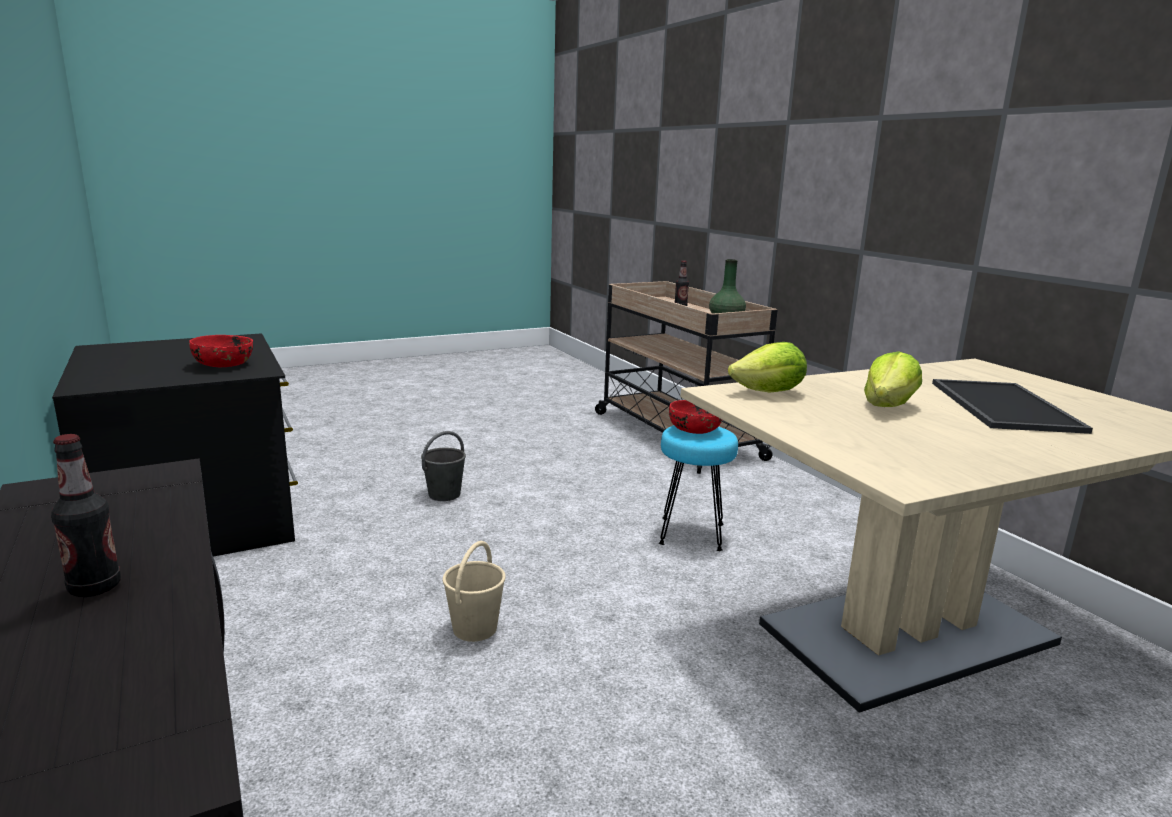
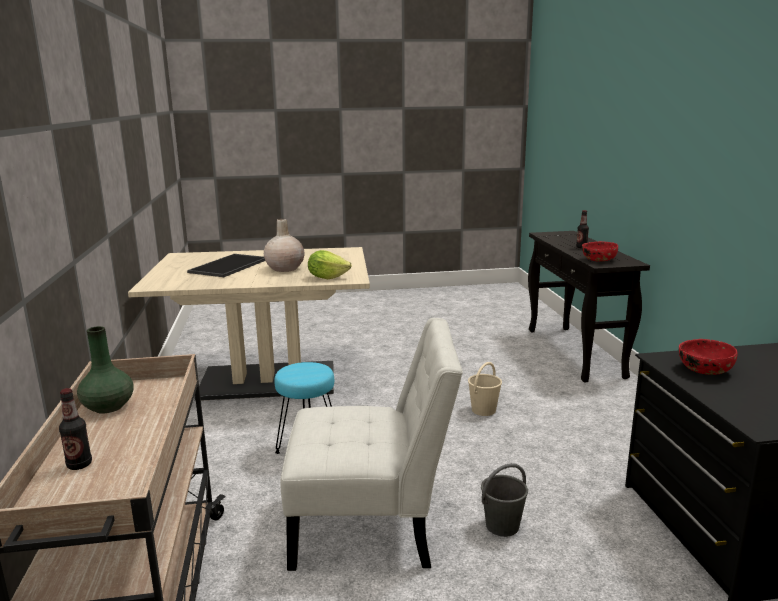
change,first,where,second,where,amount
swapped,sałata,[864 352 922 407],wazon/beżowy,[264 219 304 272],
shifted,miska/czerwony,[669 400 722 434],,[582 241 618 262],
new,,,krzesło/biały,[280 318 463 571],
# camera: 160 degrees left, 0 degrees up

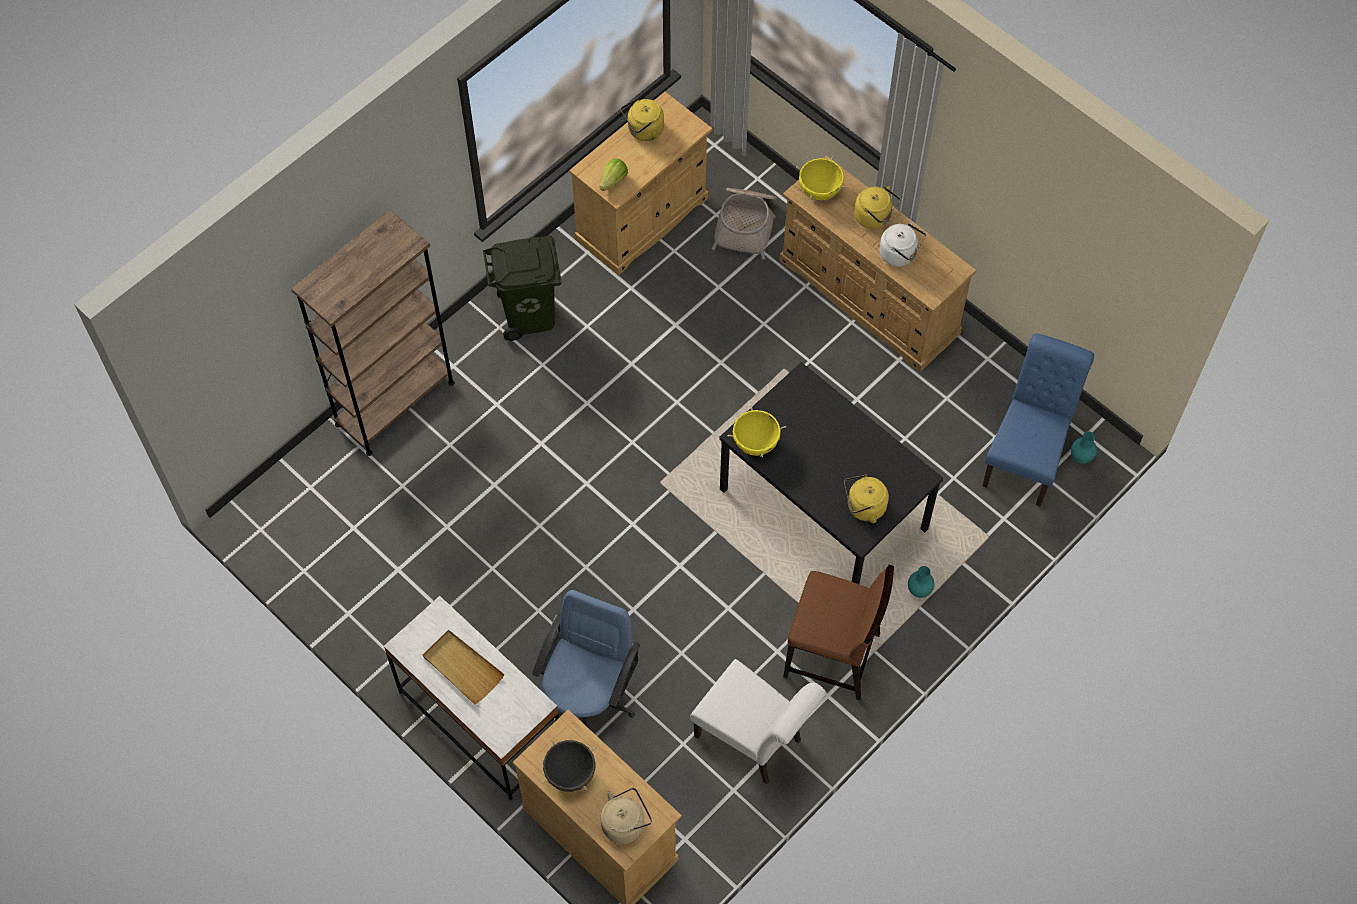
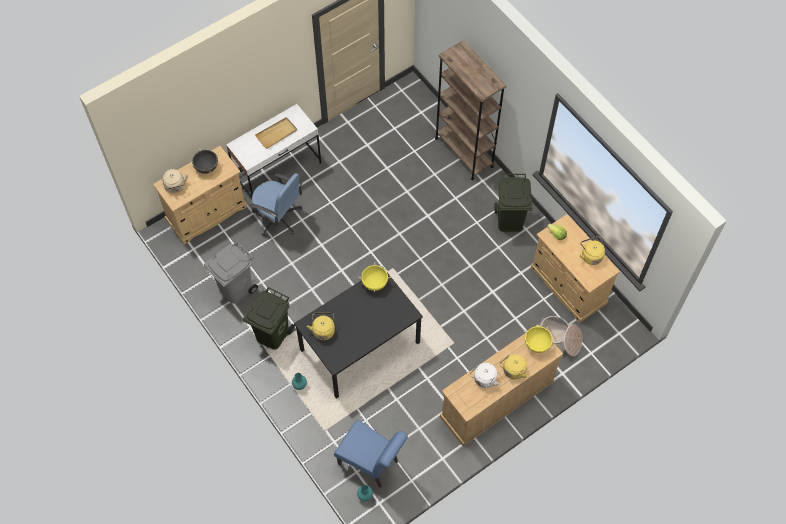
change,first,where,second,where,amount
swapped,krzesło/brązowy,[783 565 894 700],kosz na śmieci/zielony,[243 287 295 350],
swapped,krzesło/biały,[690 659 826 784],kosz na śmieci/szary,[204 242 258 304],
# camera: 100 degrees right, 0 degrees up

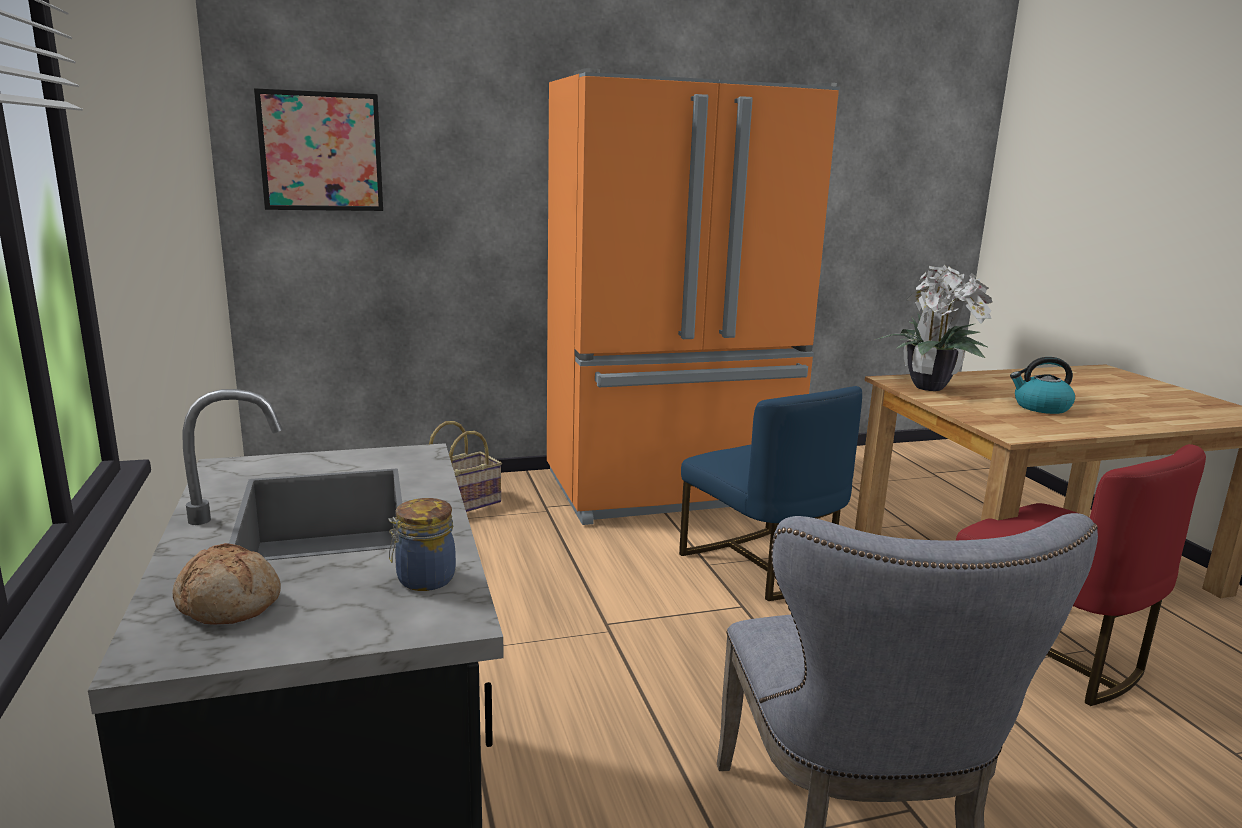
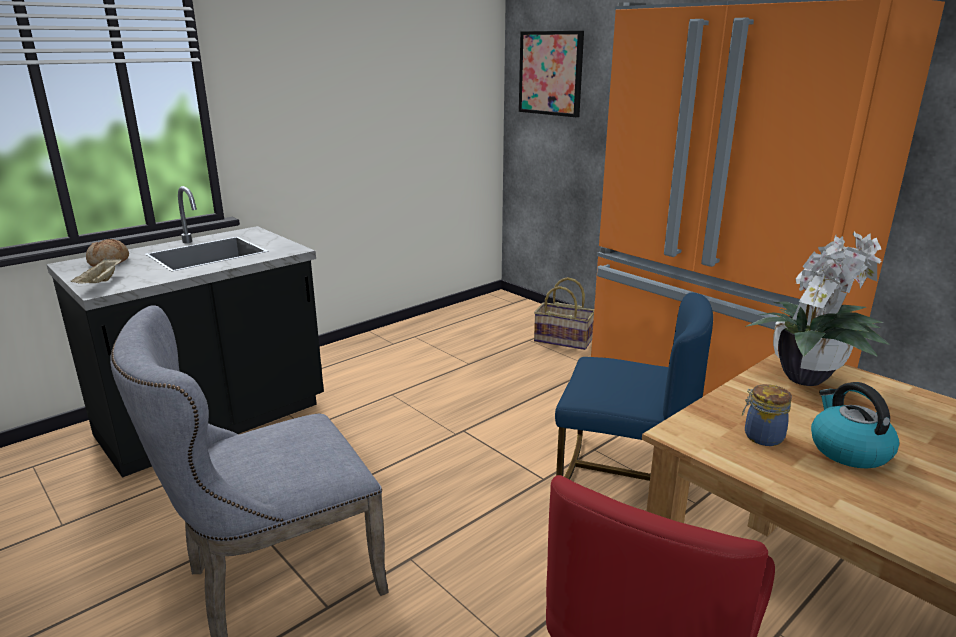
change,first,where,second,where,amount
rotated,krzesło/niebieski,[679 386 862 601],,[555 293 713 481],105 degrees counterclockwise
shifted,słoik,[388 498 456 591],,[742 384 792 446],
new,,,taca/beżowy,[71 258 122 284],
# camera: 65 degrees right, 5 degrees up

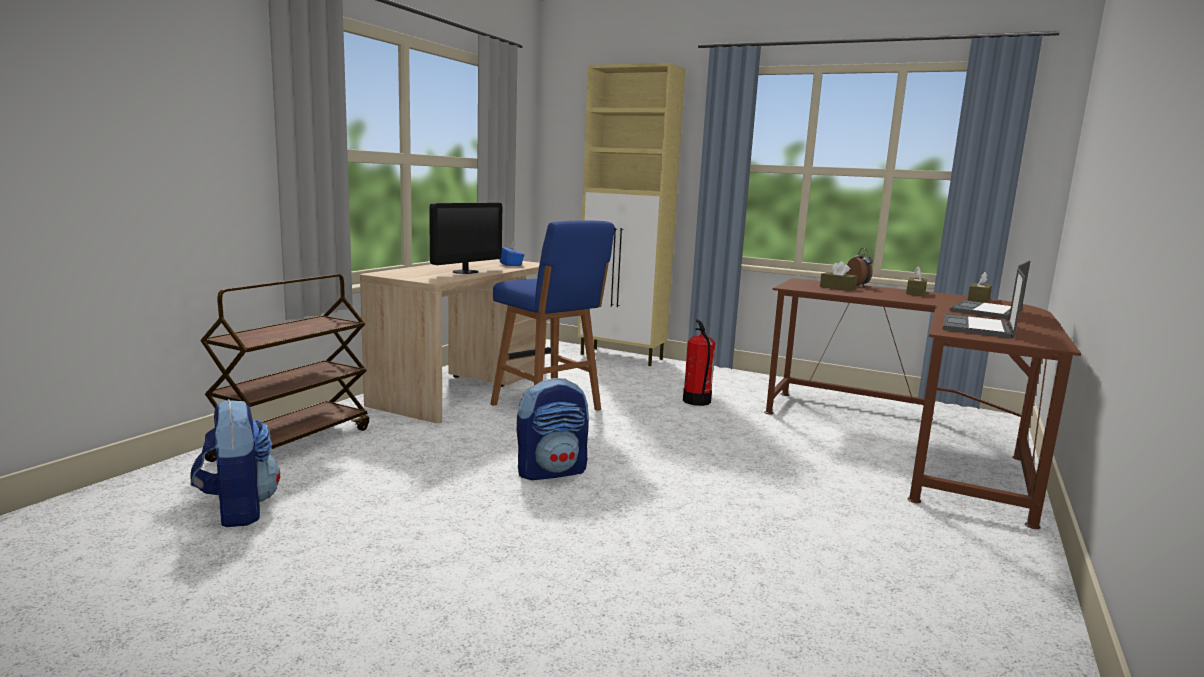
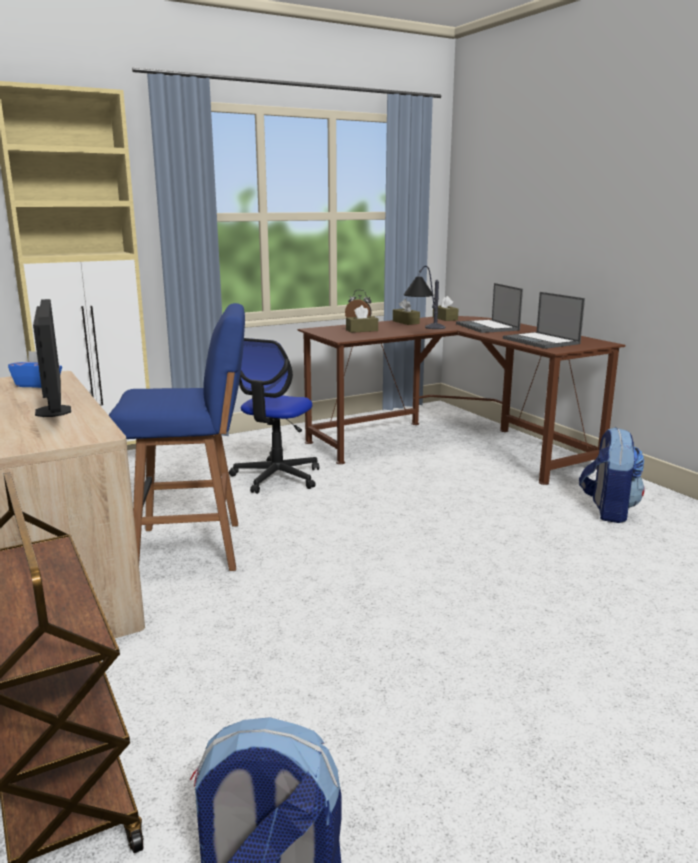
change,first,where,second,where,amount
swapped,gaśnica,[683 319 715 406],krzesło biurowe,[229 338 319 494],
shifted,plecak,[517 378 589 480],,[579 427 644 523],
new,,,lampa stołowa,[404 266 445 329],
# camera: 55 degrees left, 5 degrees up

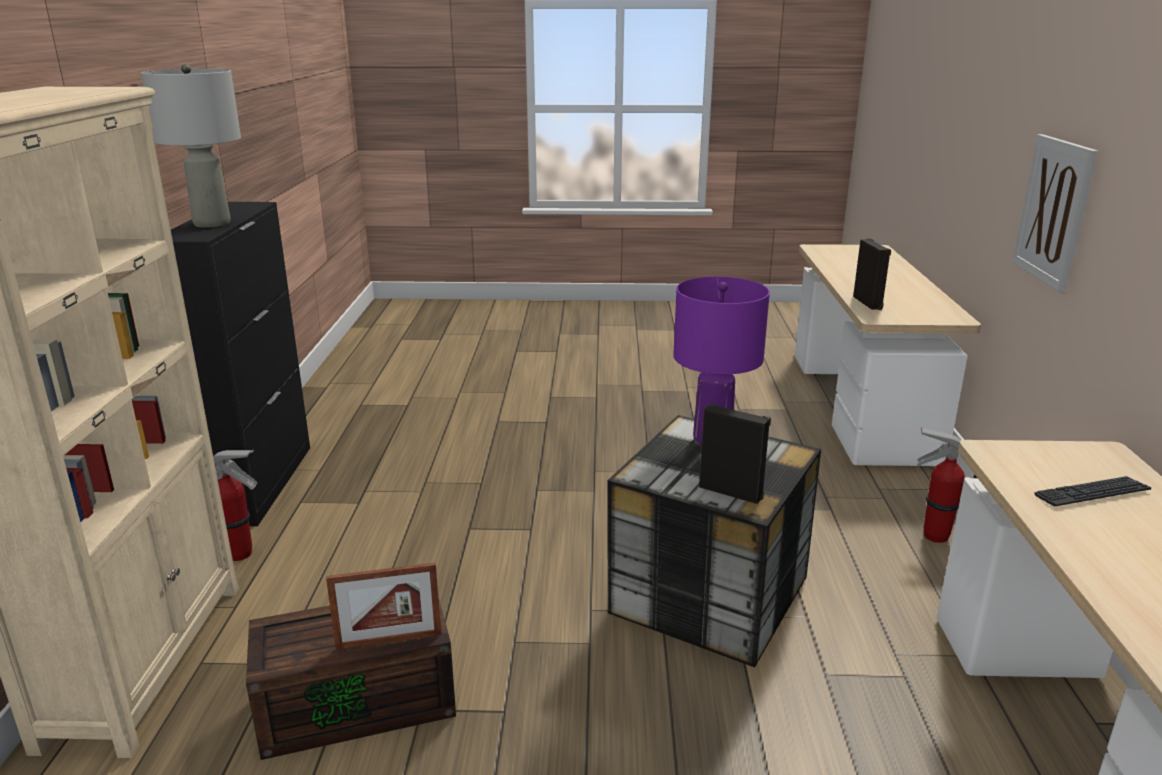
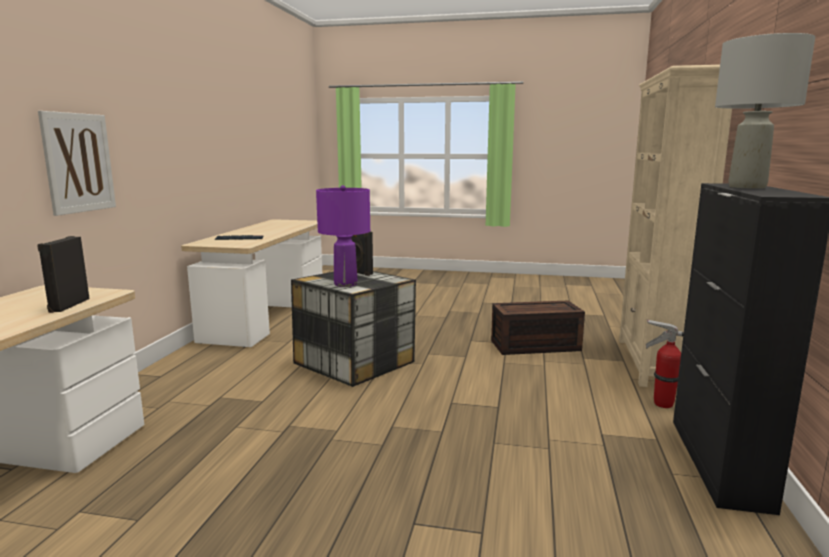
change,first,where,second,where,amount
gone,gaśnica,[917 427 977 543],,,
gone,ramka na zdjęcie,[326 563 441 650],,,
# camera: 170 degrees left, 10 degrees down

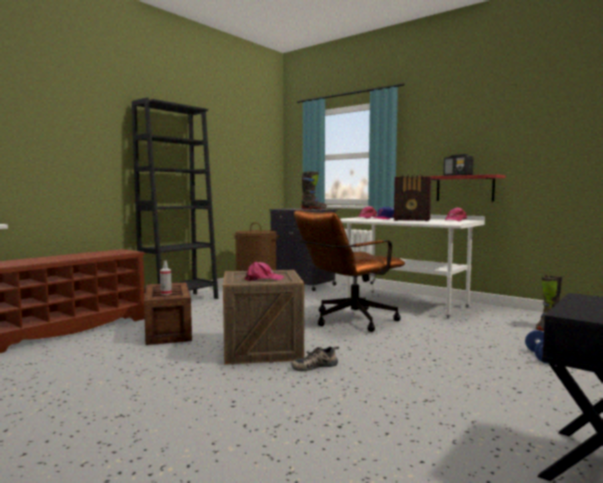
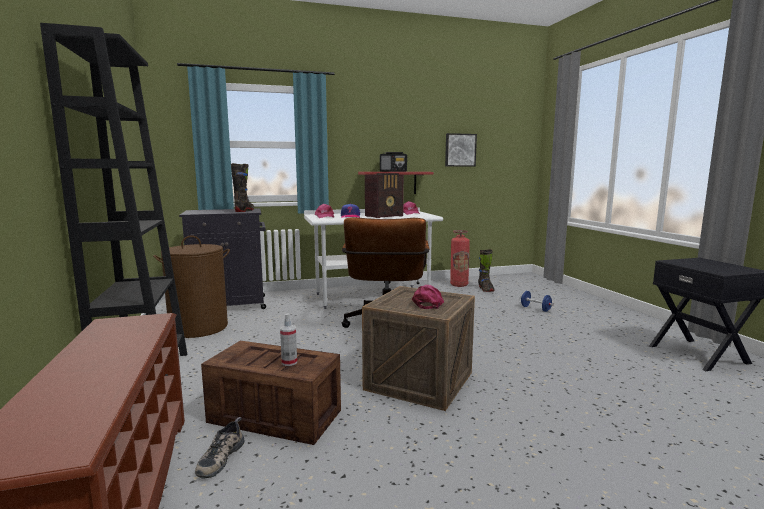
change,first,where,second,where,amount
shifted,but,[291 346 339 371],,[195 417 245 479],
new,,,obraz,[445 133 477 166],
new,,,gaśnica,[450 230 470 287],
# camera: 55 degrees left, 5 degrees up

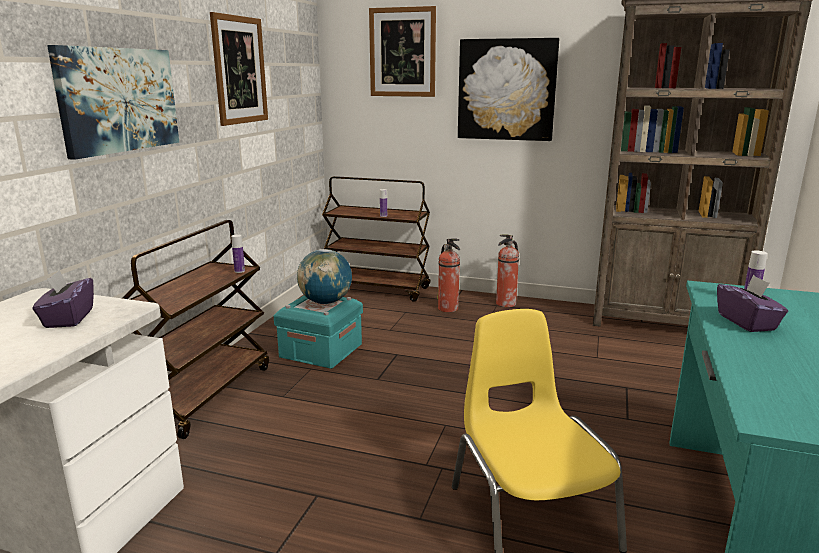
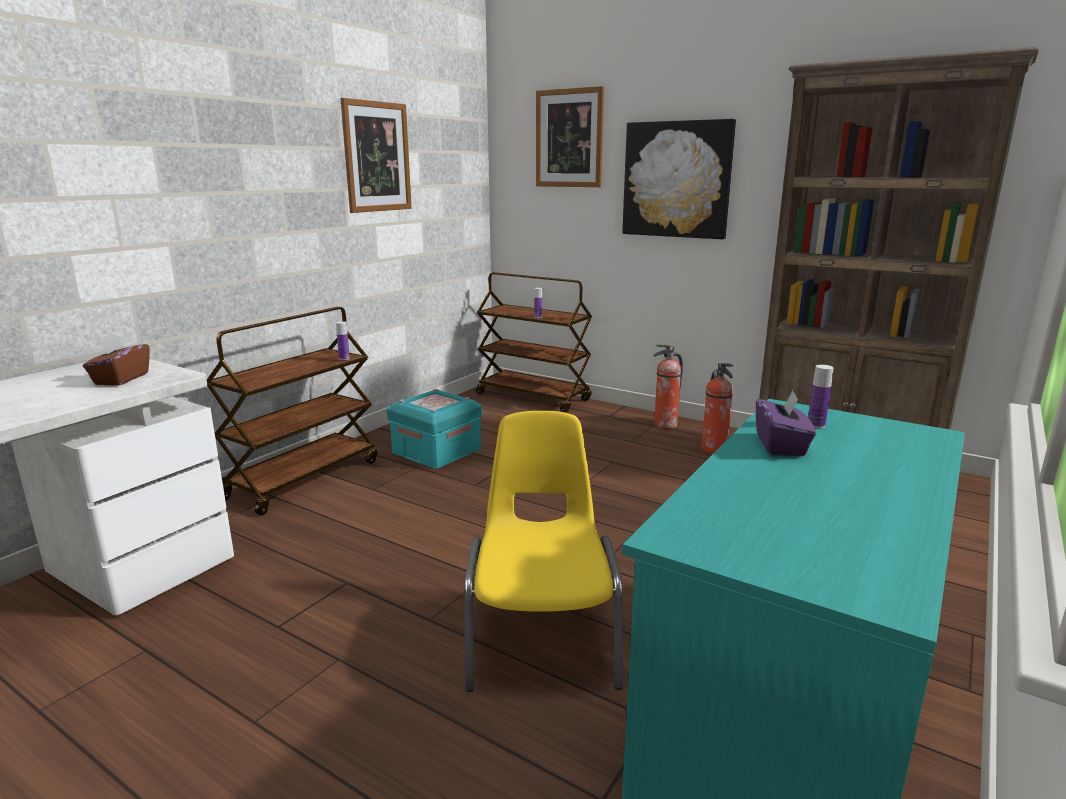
change,first,where,second,where,amount
gone,obraz,[47 45 179 160],,,
shifted,gaśnica,[437 238 460 312],,[702 363 733 453],
gone,globus,[297 249 352 304],,,
repainted,pudełko chusteczek/fioletowy,[32 270 94 328],pudełko chusteczek/brązowy,[83 334 149 386],
# camera: 15 degrees right, 0 degrees up

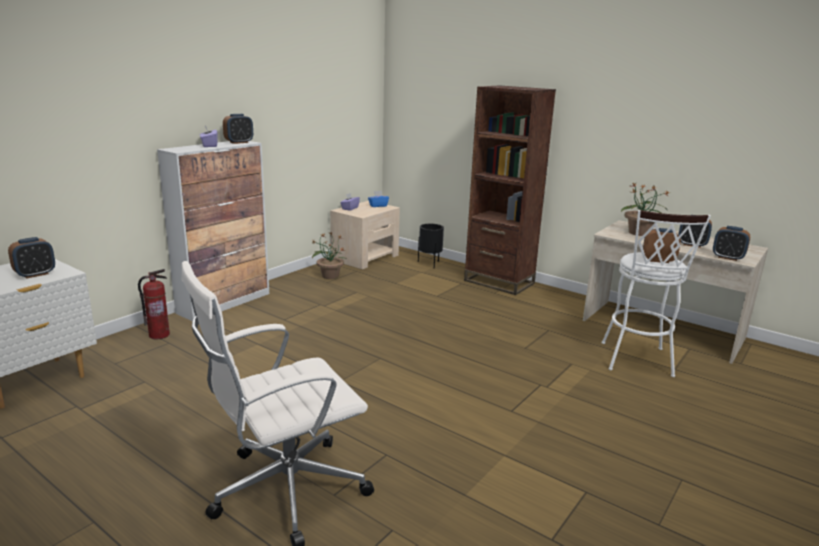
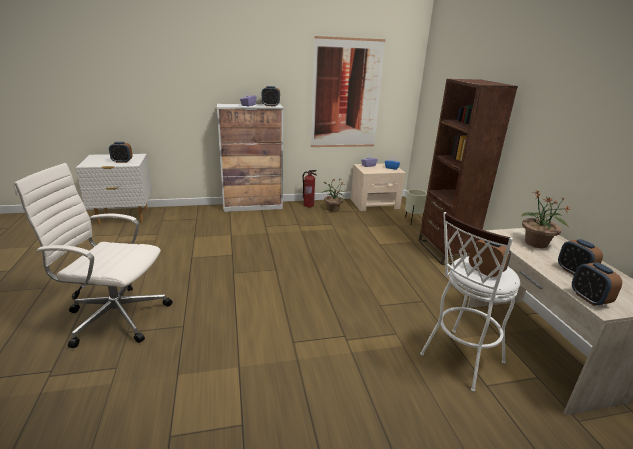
change,first,where,second,where,amount
repainted,donica/czarny,[418 224 444 269],donica/beżowy,[405 189 427 224],
shifted,gaśnica,[138 269 170 339],,[302 170 317 207],
new,,,obraz,[311 36 385 147],
# camera: 40 degrees right, 5 degrees up

